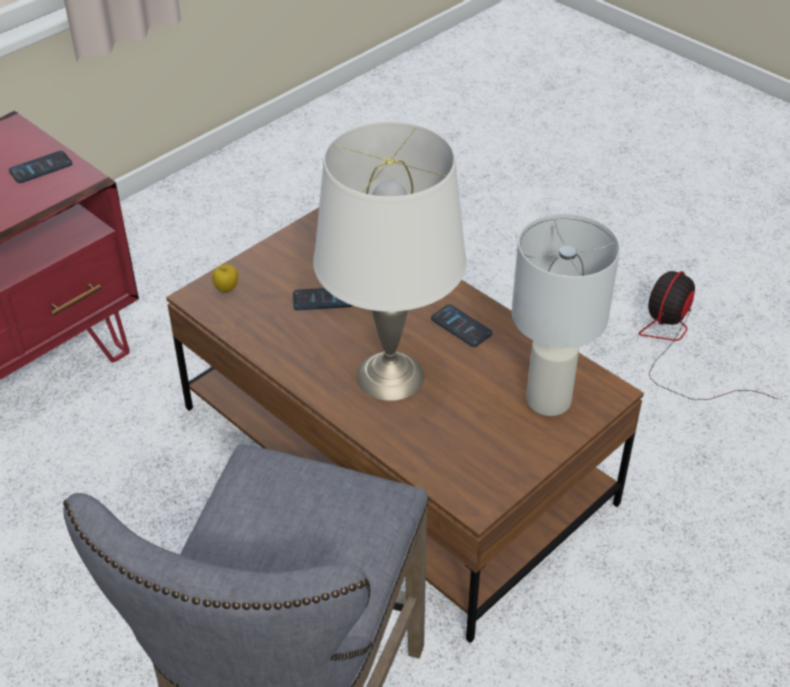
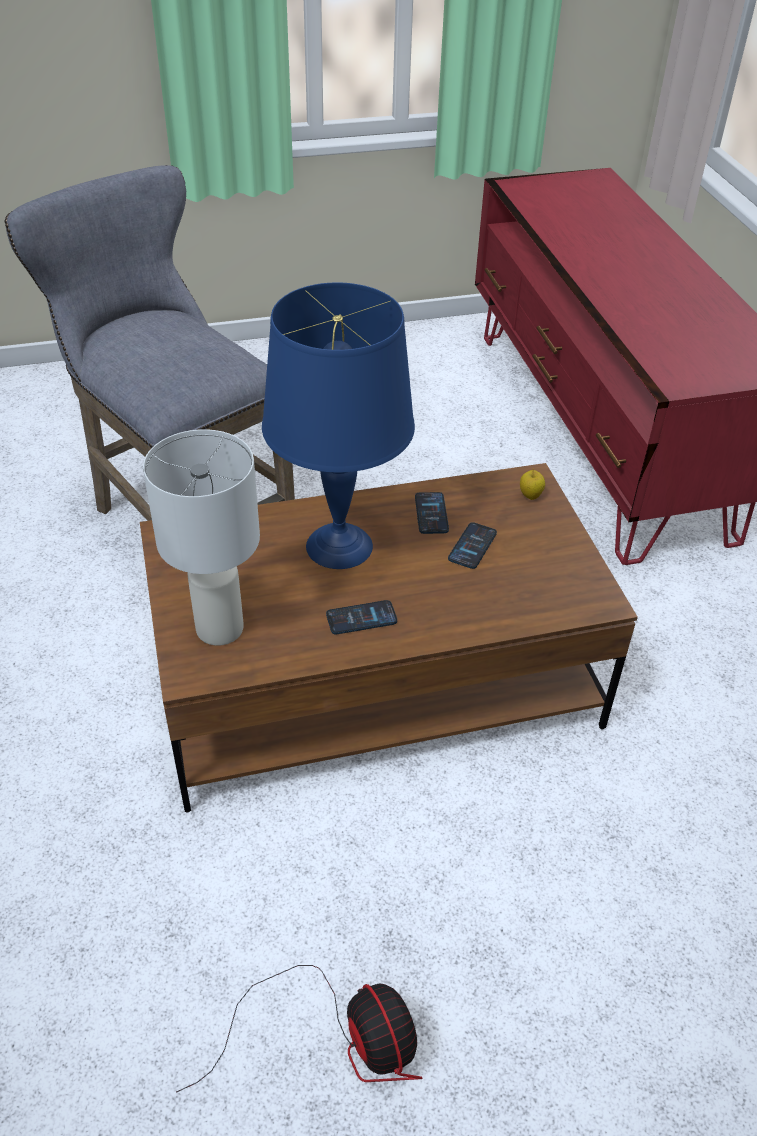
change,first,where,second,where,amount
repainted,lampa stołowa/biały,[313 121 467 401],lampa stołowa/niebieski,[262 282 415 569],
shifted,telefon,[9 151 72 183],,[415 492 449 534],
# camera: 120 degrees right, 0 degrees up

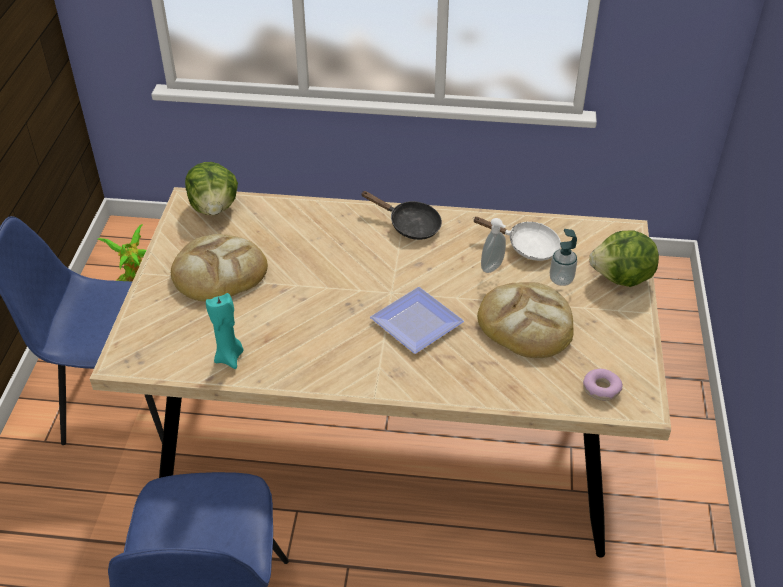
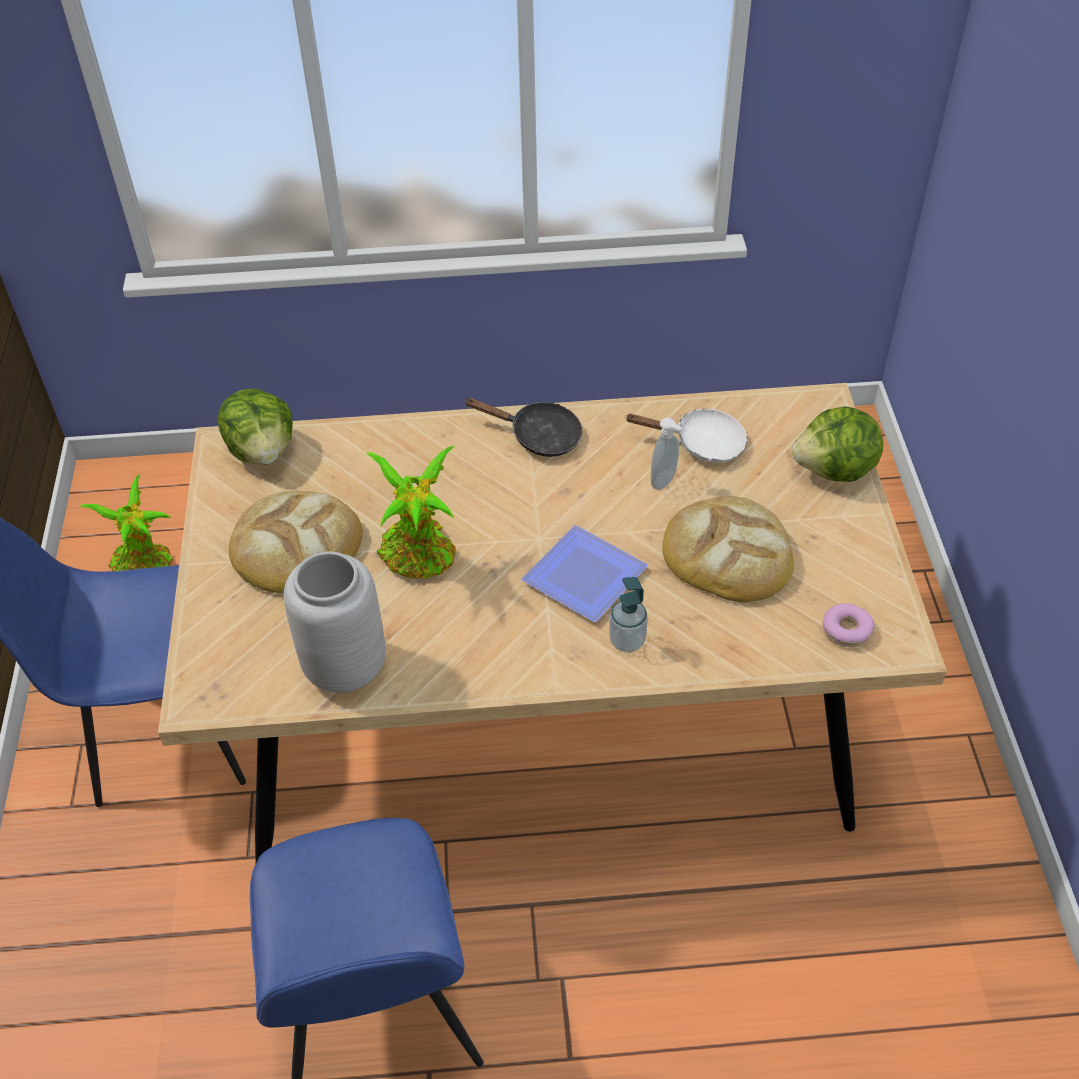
change,first,where,second,where,amount
shifted,dozownik mydła,[550 229 577 286],,[609 577 648 653],
swapped,świeca/turkusowy,[206 293 244 369],wazon/szary,[284 551 386 693],
new,,,roślina doniczkowa,[366 446 456 579],
# camera: 10 degrees left, 5 degrees up

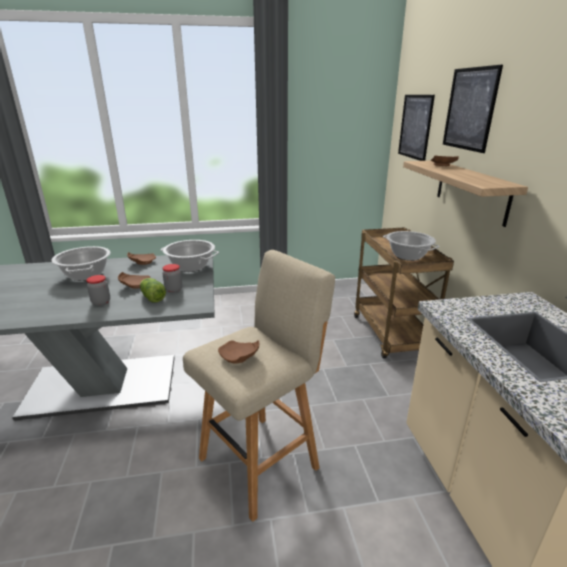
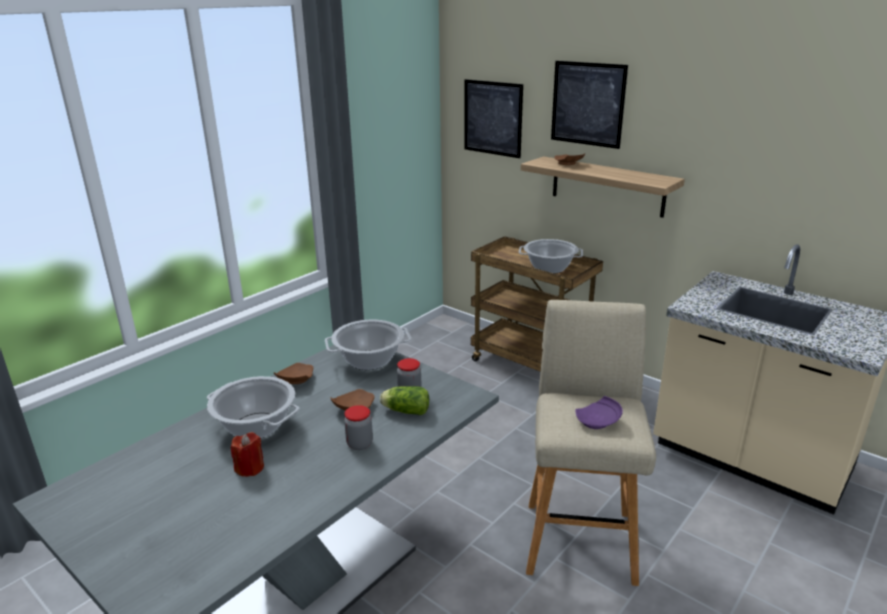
change,first,where,second,where,amount
repainted,talerz/brązowy,[218 340 259 364],talerz/fioletowy,[575 396 623 429],
new,,,świeca/czerwony,[231 432 264 477],
# camera: 40 degrees left, 0 degrees up

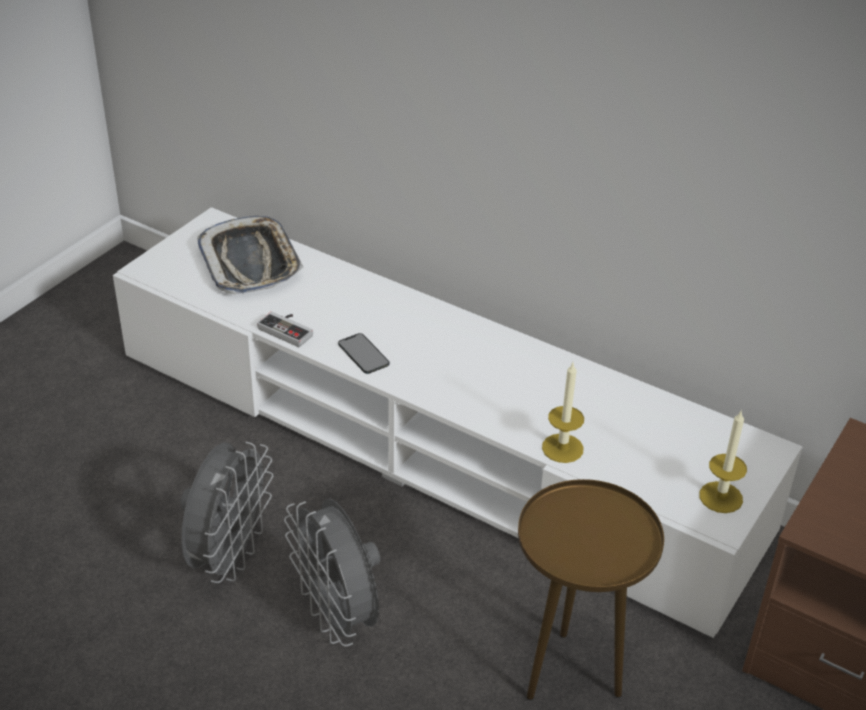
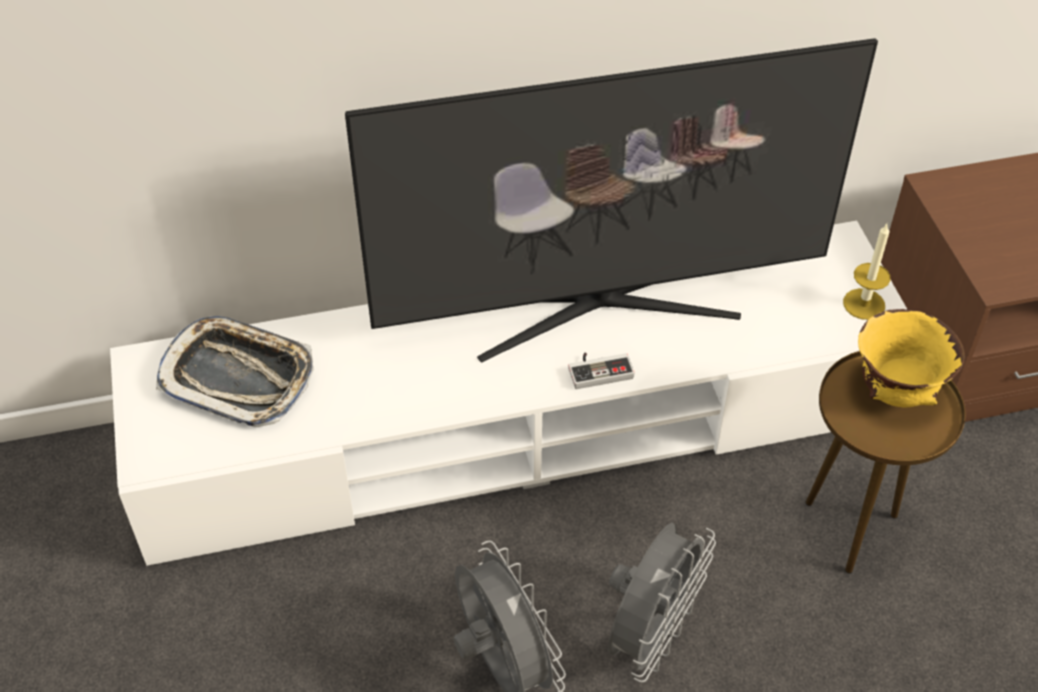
change,first,where,second,where,amount
shifted,pad do gier,[257 312 313 347],,[568 353 634 389],
gone,telefon,[338 333 390 374],,,
gone,świeca,[542 363 584 463],,,
rotated,wentylator/szary,[284 499 380 647],,[608 523 716 683],75 degrees counterclockwise
new,,,telewizor,[345 38 878 363],
new,,,miska/żółty,[858 309 965 407],
# camera: 45 degrees left, 10 degrees up

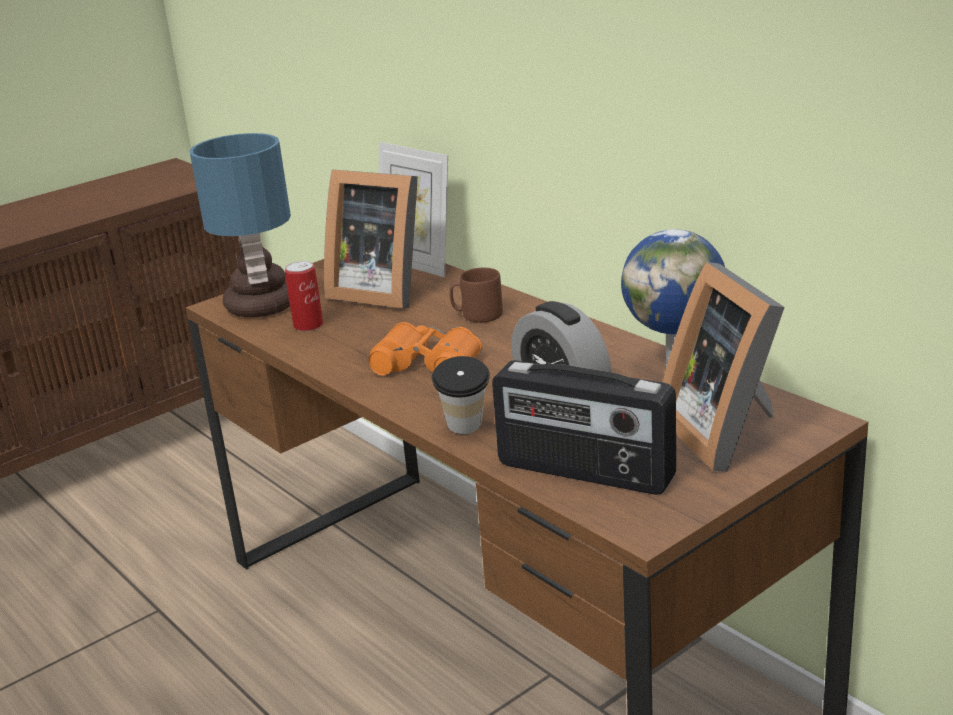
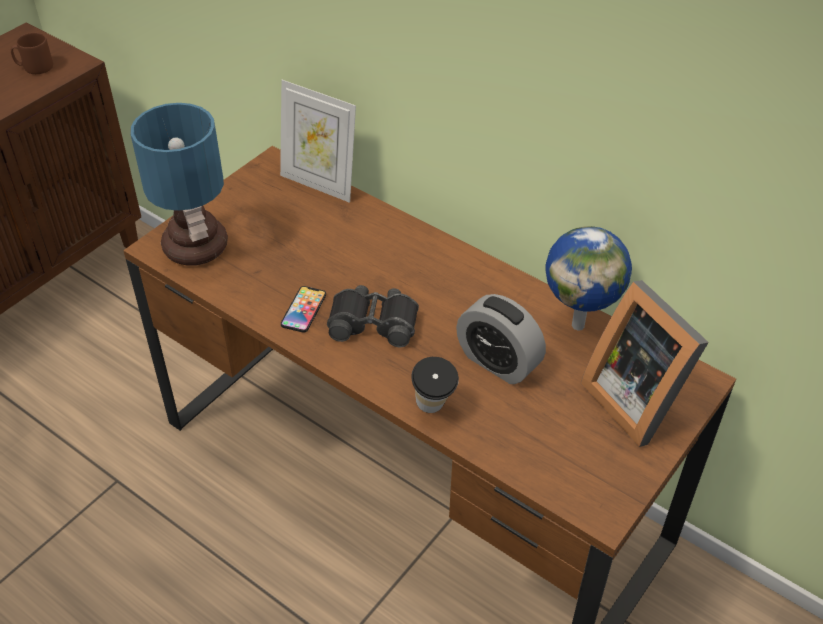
change,first,where,second,where,amount
gone,ramka na zdjęcie,[324 170 418 309],,,
gone,puszka,[285 261 323 331],,,
shifted,kubek/brązowy,[450 268 503 323],,[11 33 53 74],
repainted,lornetka/pomarańczowy,[369 322 482 376],lornetka/czarny,[327 285 419 347],
gone,radio,[492 360 676 495],,,
new,,,telefon,[281 286 326 333],
# camera: 15 degrees left, 20 degrees up

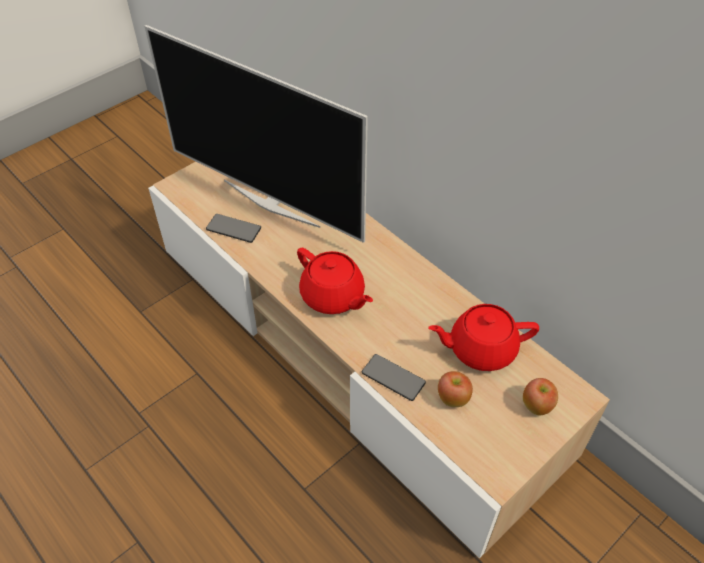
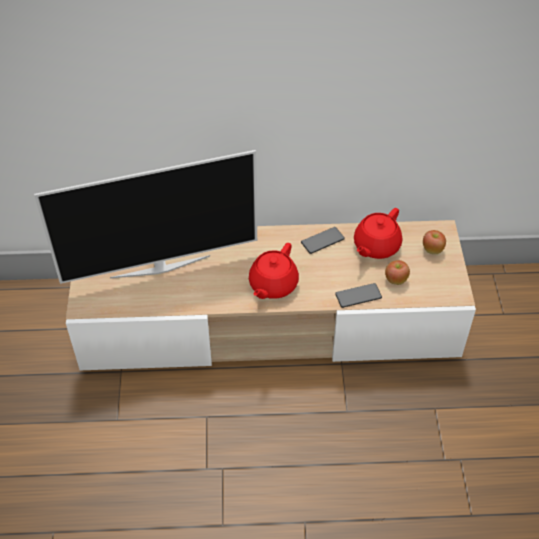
change,first,where,second,where,amount
shifted,telefon,[206 214 261 243],,[301 227 345 254],
rotated,imbryk/czerwony,[297 248 373 314],,[249 243 299 299],120 degrees clockwise
# camera: 50 degrees left, 0 degrees up

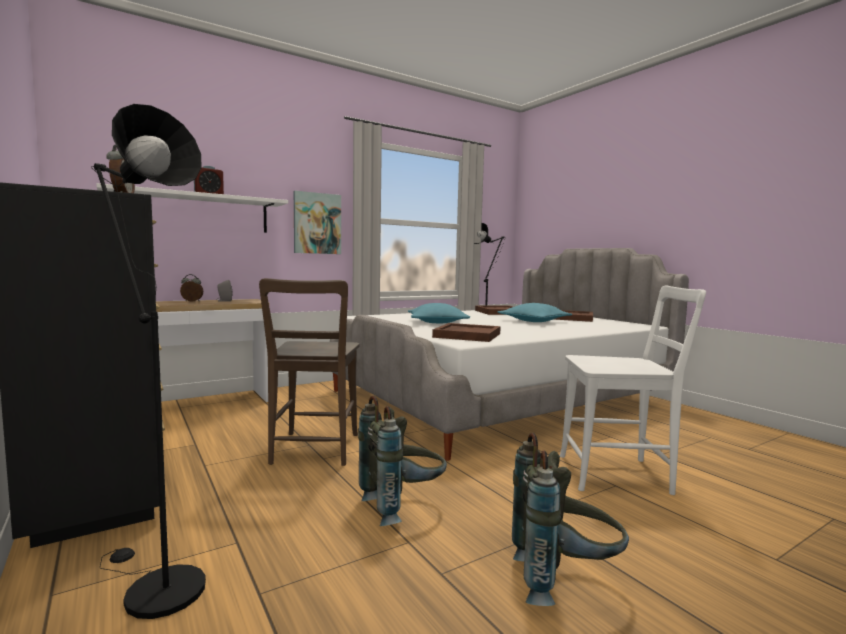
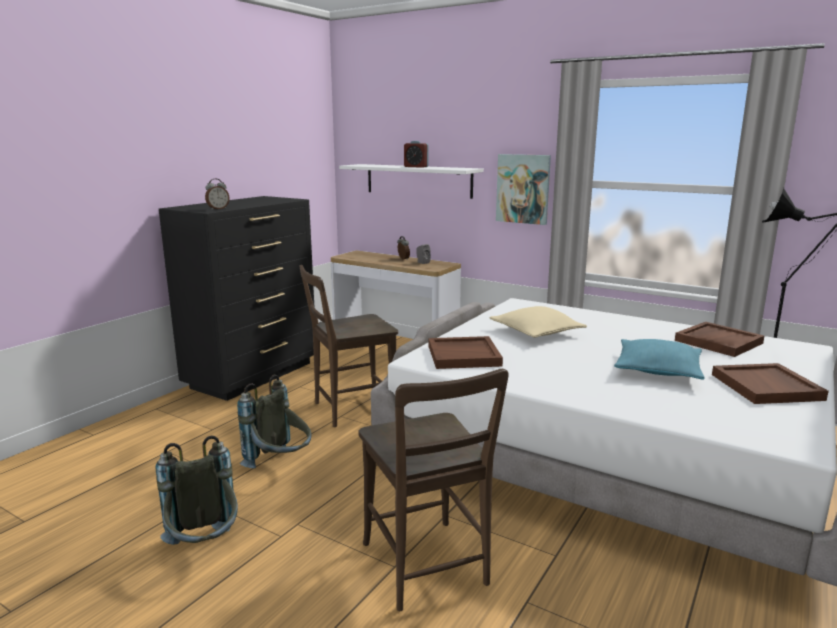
change,first,where,second,where,amount
gone,lampa stojąca/czarny,[91 104 206 619],,,
repainted,krzesło/biały,[560 286 706 495],krzesło/brązowy,[359 369 509 611],
repainted,poduszka/turkusowy,[408 303 470 323],poduszka/beżowy,[489 306 587 338],
# camera: 65 degrees right, 10 degrees up

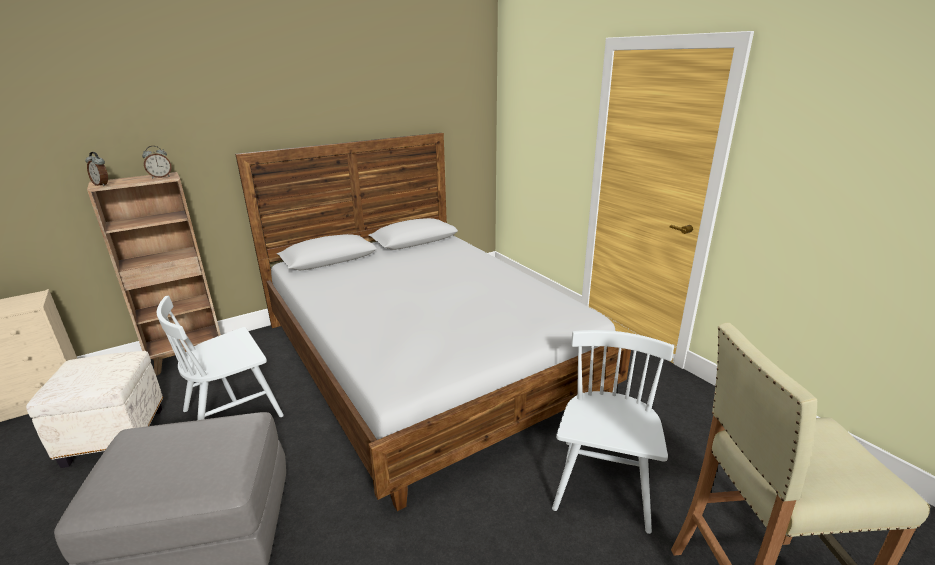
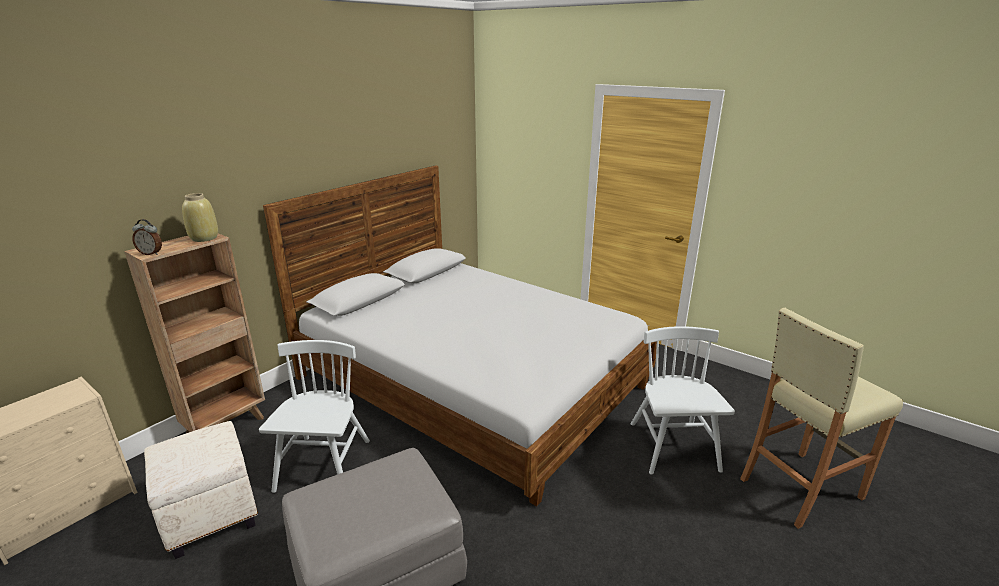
change,first,where,second,where,amount
swapped,budzik,[142 146 172 179],wazon/beżowy,[182 193 218 242],
rotated,krzesło/biały,[157 295 284 420],,[259 340 370 493],150 degrees clockwise
# camera: 20 degrees left, 0 degrees up

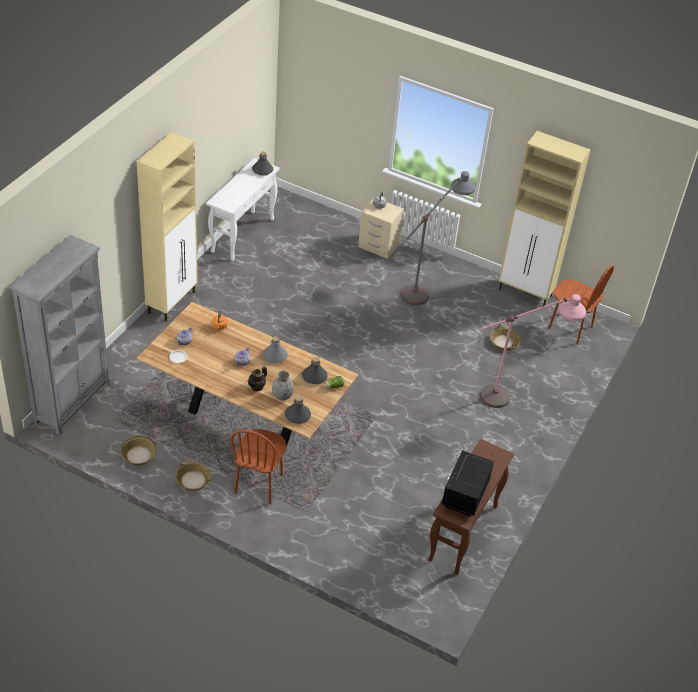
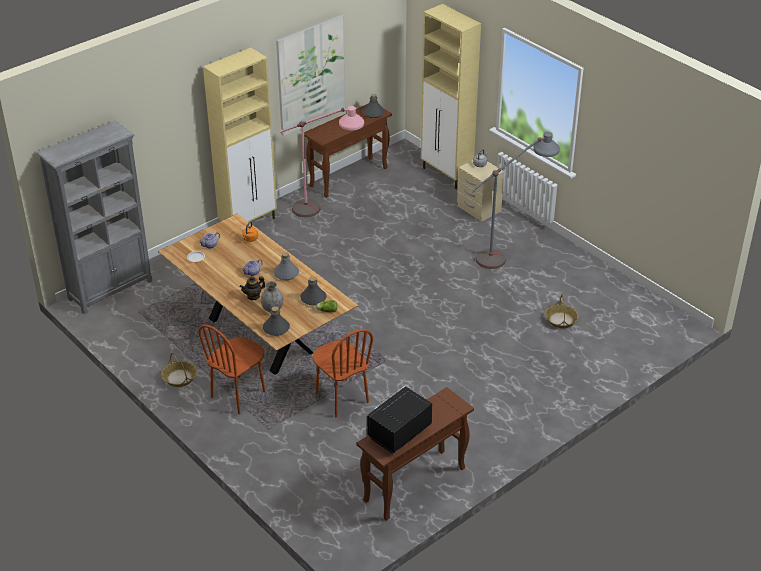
change,first,where,second,where,amount
shifted,szafka/beżowy,[499 131 591 306],,[421 4 481 189],
repainted,stolik konsolowy/biały,[206 158 280 261],stolik konsolowy/brązowy,[304 103 392 198],
shifted,krzesło/brązowy,[548 265 614 344],,[313 329 373 417],
shifted,lampa stojąca/różowy,[480 294 586 408],,[280 106 364 217],
gone,koszyk,[121 436 156 465],,,
new,,,obraz,[276 15 345 136],
# camera: 25 degrees right, 5 degrees down

